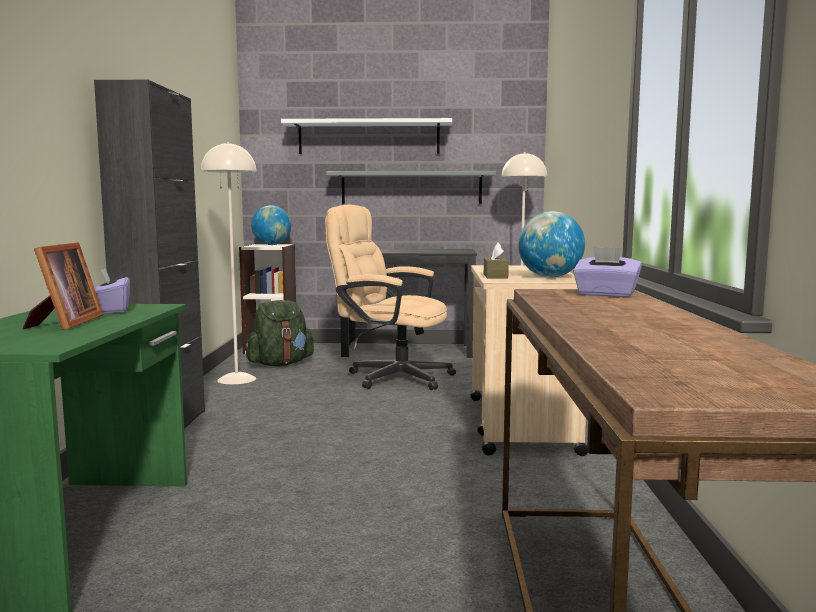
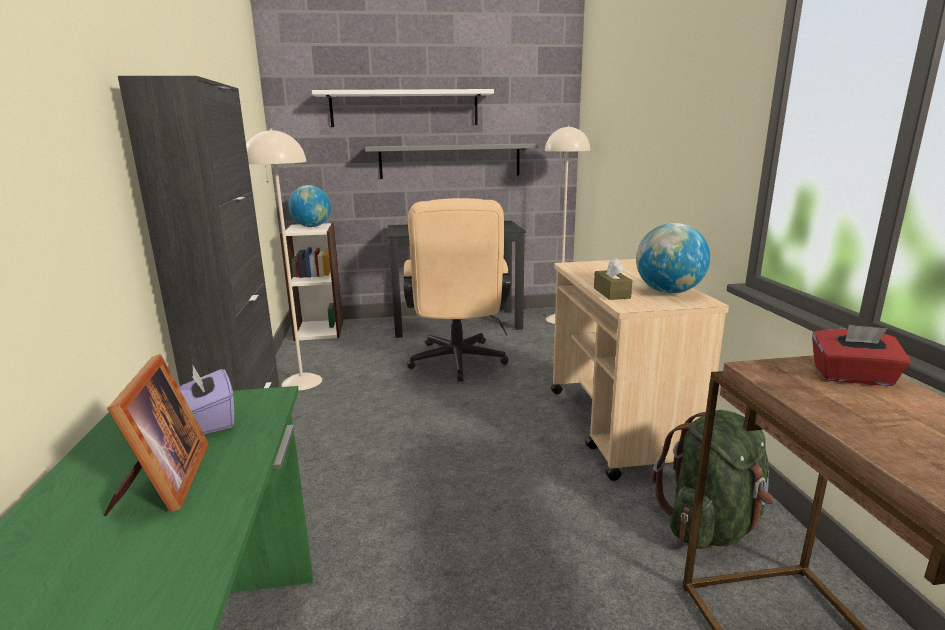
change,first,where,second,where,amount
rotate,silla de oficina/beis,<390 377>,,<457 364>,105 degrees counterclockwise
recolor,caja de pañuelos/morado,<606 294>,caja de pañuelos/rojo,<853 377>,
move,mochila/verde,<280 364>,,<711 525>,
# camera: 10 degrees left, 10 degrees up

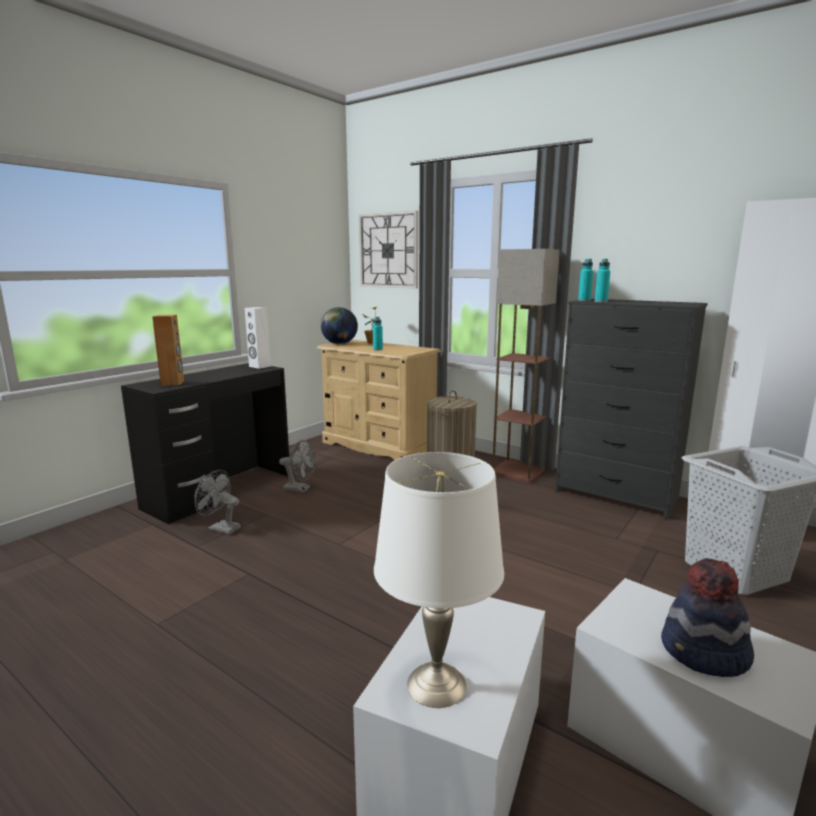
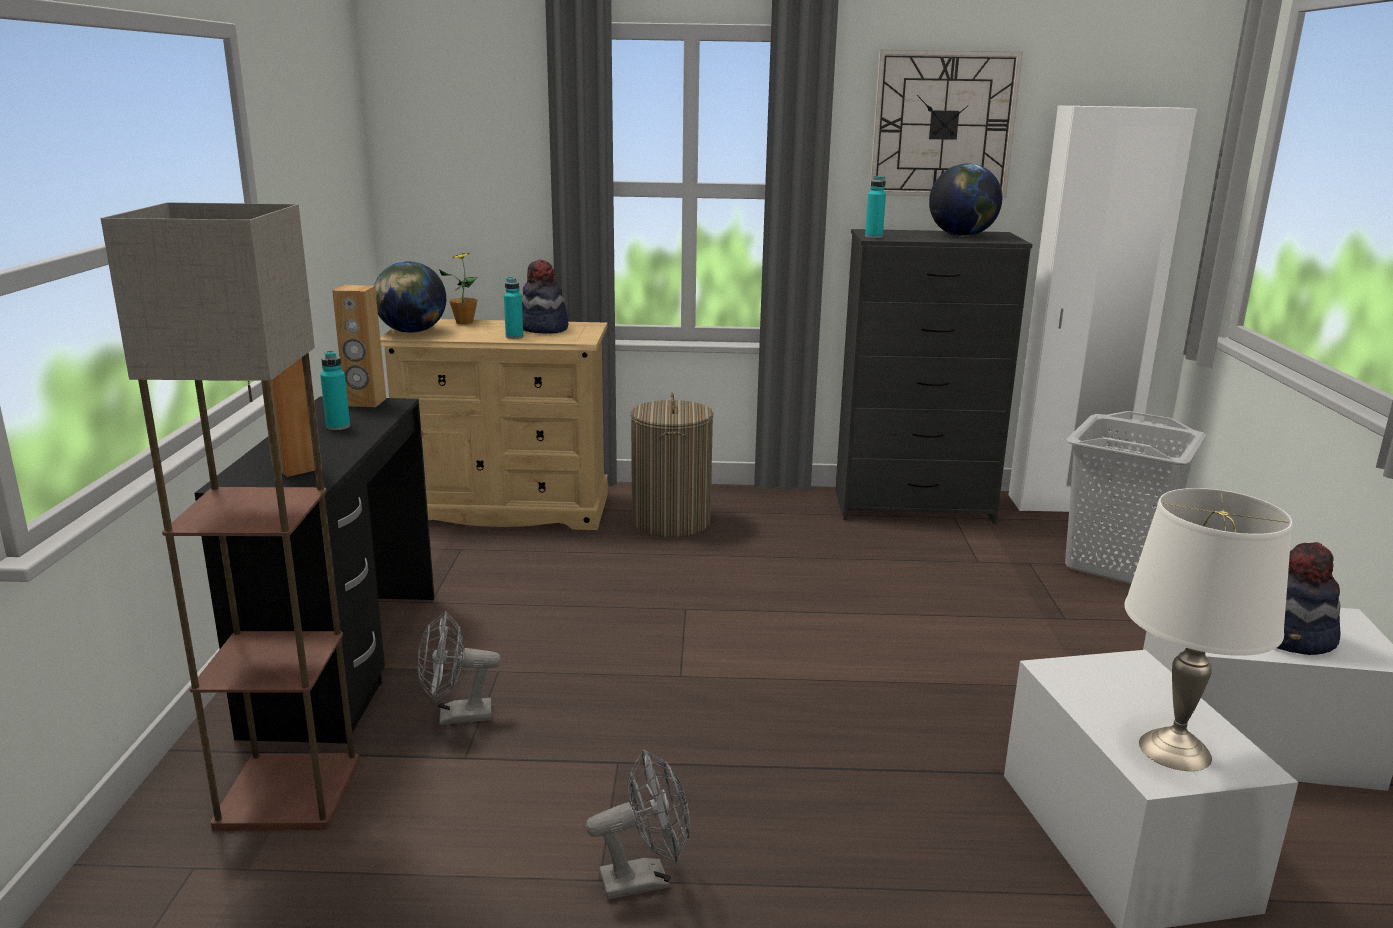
change,first,where,second,where,amount
move,reloj de pared,<388 250>,,<943 124>,
move,lámpara de pie,<518 471>,,<291 792>,
move,botella/turquesa,<601 302>,,<338 427>,
recolor,altavoz/blanco,<259 366>,altavoz/marrón,<365 402>,
move,ventilador/gris,<300 489>,,<645 879>,
insert,,,globo terráqueo,<962 236>,
insert,,,sombrero,<543 329>,
# camera: 35 degrees left, 5 degrees up

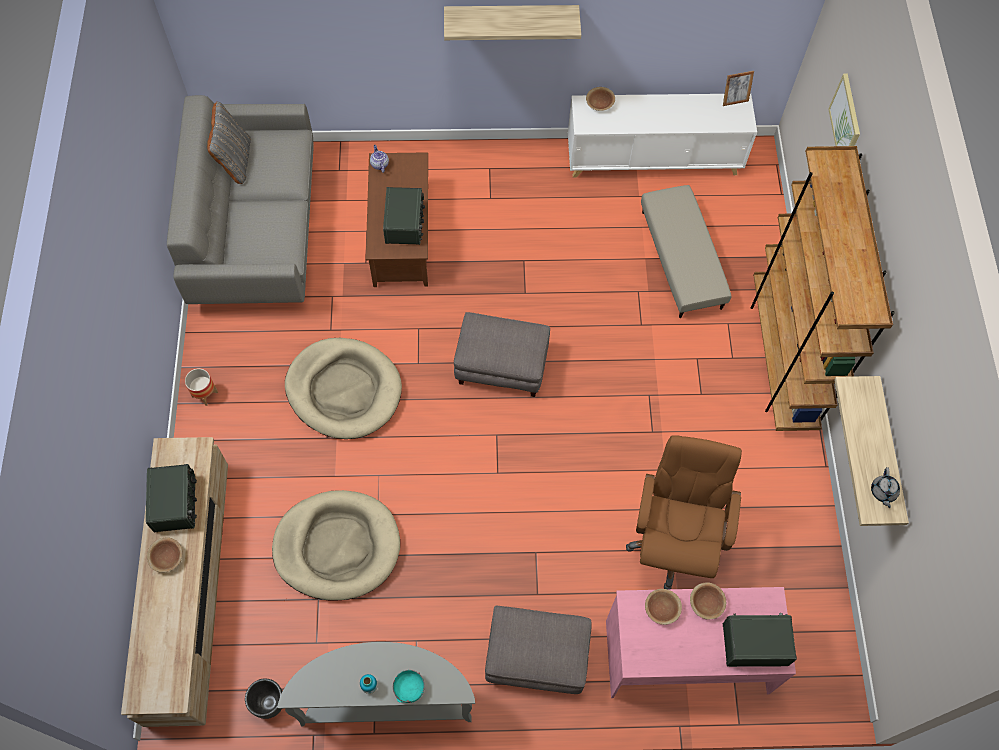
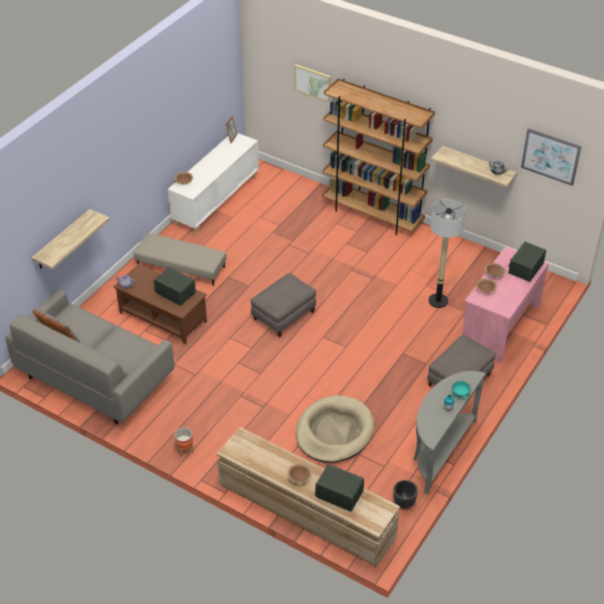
change,first,where,second,where,amount
move,estante,<511 17>,,<62 240>,
move,puf/beis,<682 259>,,<181 266>,
delete,cama para perro/beis,<344 390>,,,
replace,silla de oficina/marrón,<673 542>,lámpara de pie,<438 301>,
move,radio,<176 503>,,<339 494>,
insert,,,cuadro,<550 156>,
# camera: 55 degrees left, 20 degrees down

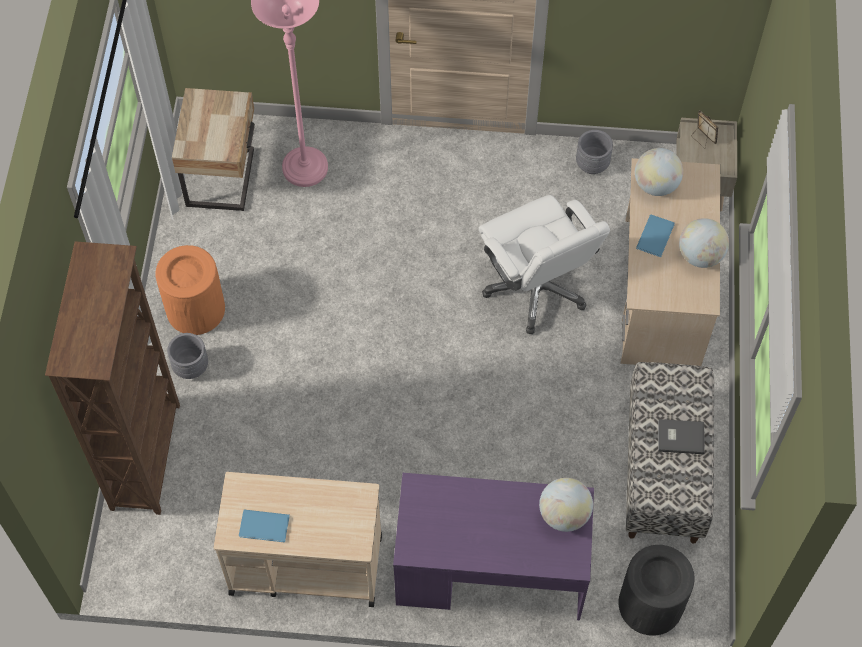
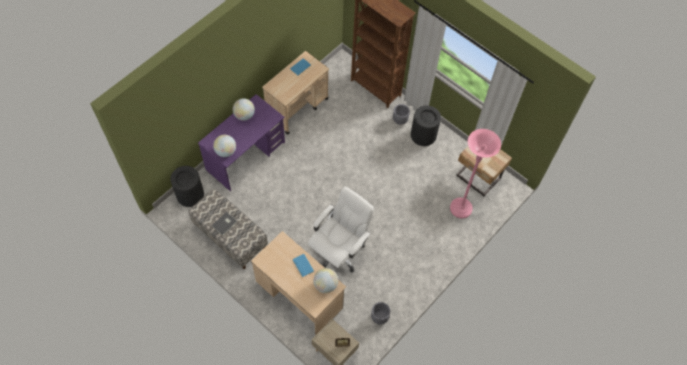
change,first,where,second,where,amount
rotate,silla de oficina/blanco,<536 288>,,<339 251>,120 degrees clockwise
move,globo terráqueo,<700 255>,,<244 115>,
recolor,papelera/naranja,<195 309>,papelera/negro,<423 135>,
# camera: 125 degrees right, 0 degrees up

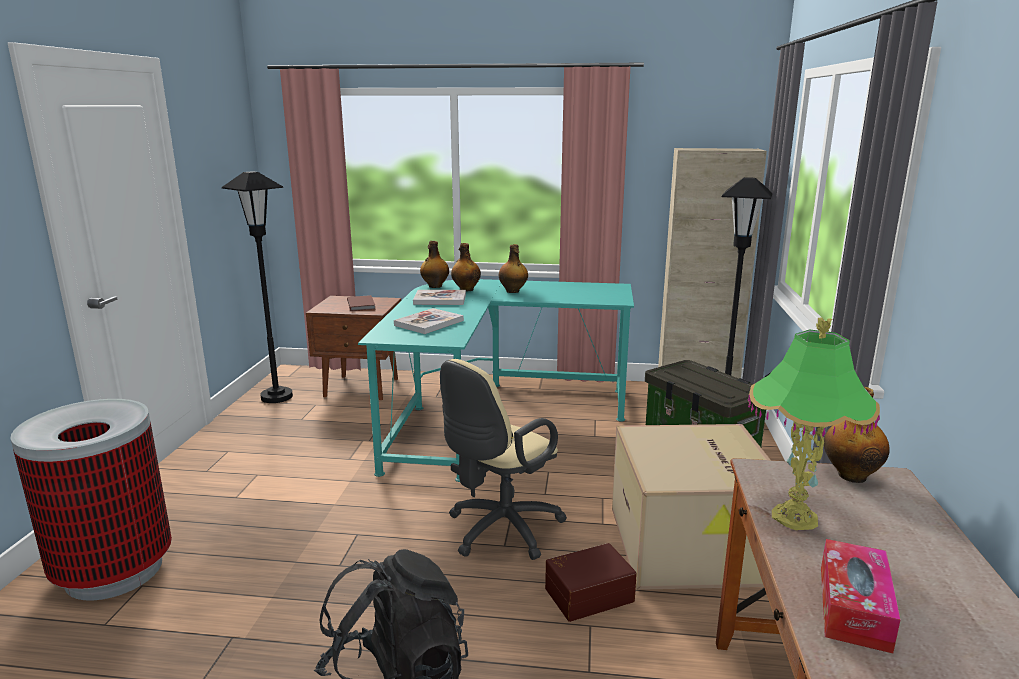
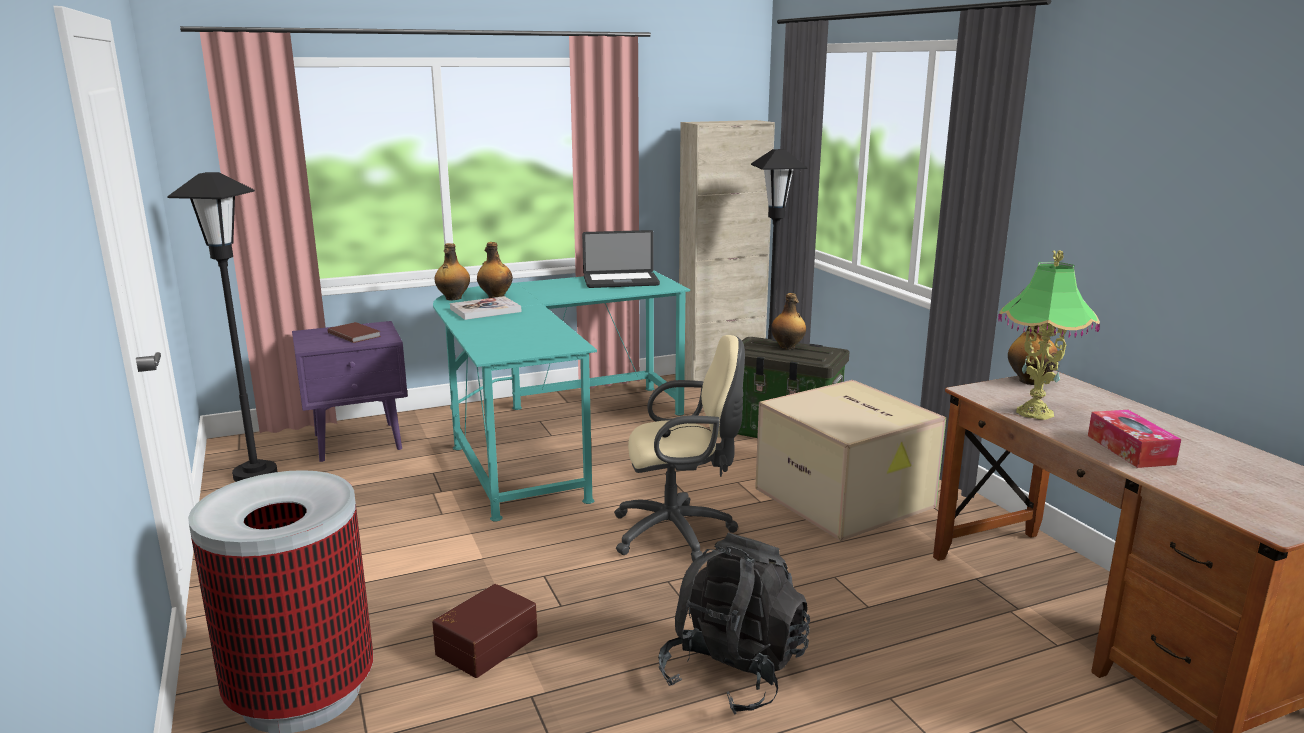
change,first,where,second,where,amount
move,botella,<513 291>,,<787 347>,
recolor,mesita de noche/marrón,<362 388>,mesita de noche/morado,<359 442>,
delete,libro,<429 323>,,,
rotate,silla de oficina/beis,<499 531>,,<679 533>,105 degrees counterclockwise
move,caja de almacenaje/marrón,<588 593>,,<485 644>,
insert,,,portátil,<621 282>,
# camera: 30 degrees left, 0 degrees up

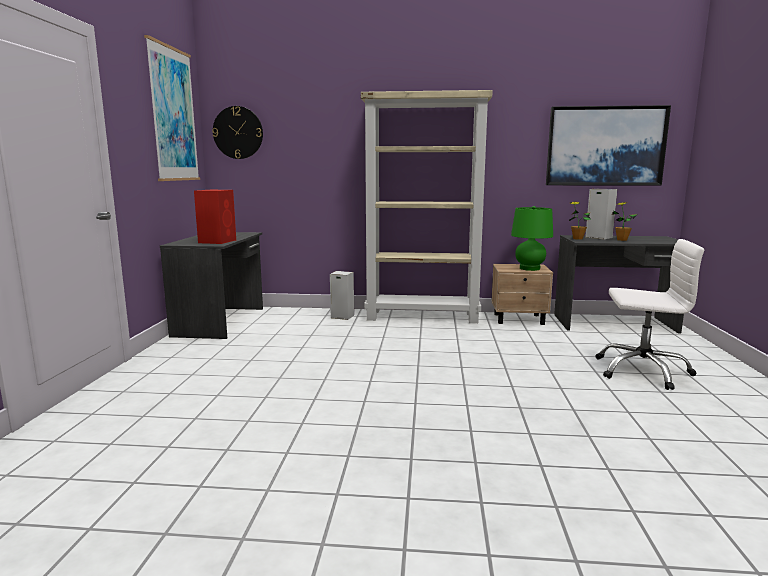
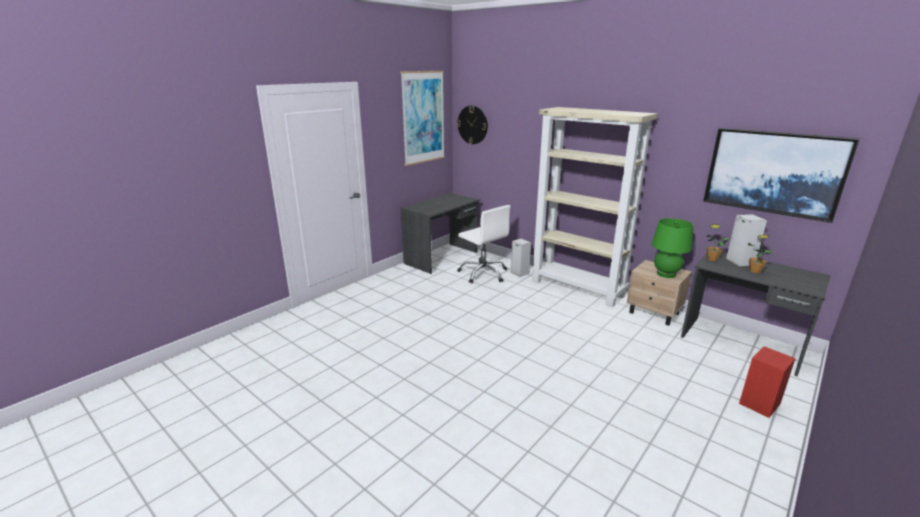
change,first,where,second,where,amount
move,altavoz/rojo,<218 241>,,<760 403>,
move,silla de oficina/blanco,<642 370>,,<483 273>,
# camera: 35 degrees right, 10 degrees up

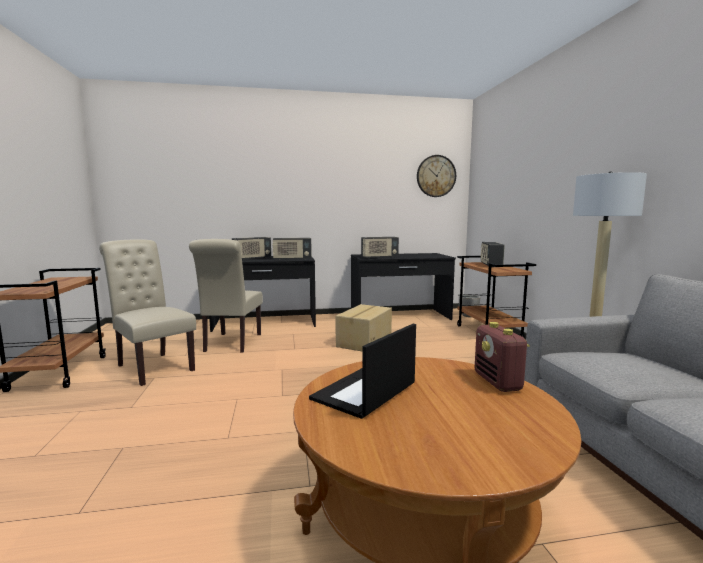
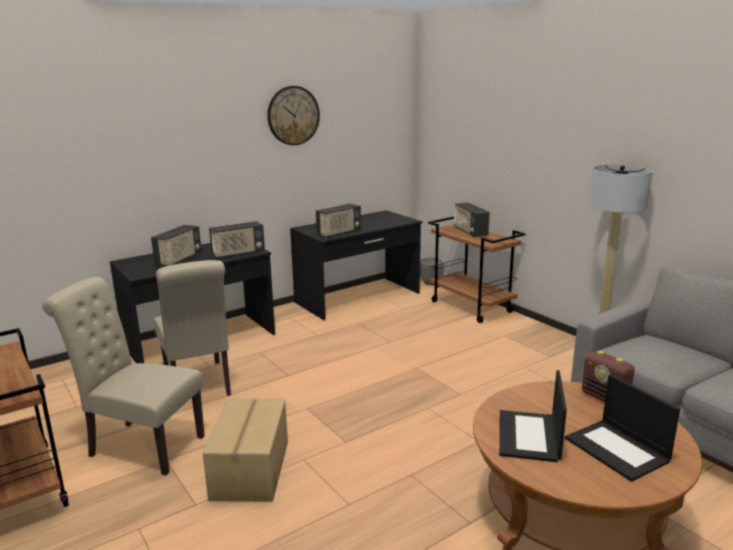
change,first,where,second,where,amount
move,reloj de pared,<436 176>,,<293 115>,
move,caja de cartón,<363 341>,,<249 470>,
insert,,,portátil,<618 450>,
# camera: 25 degrees left, 10 degrees up

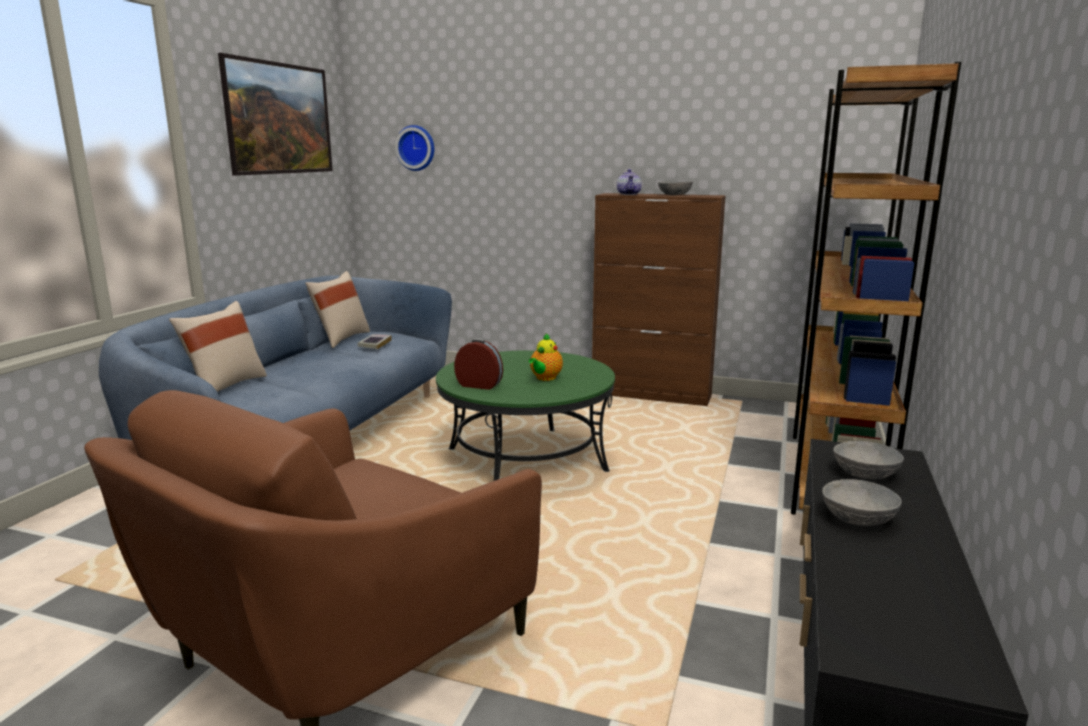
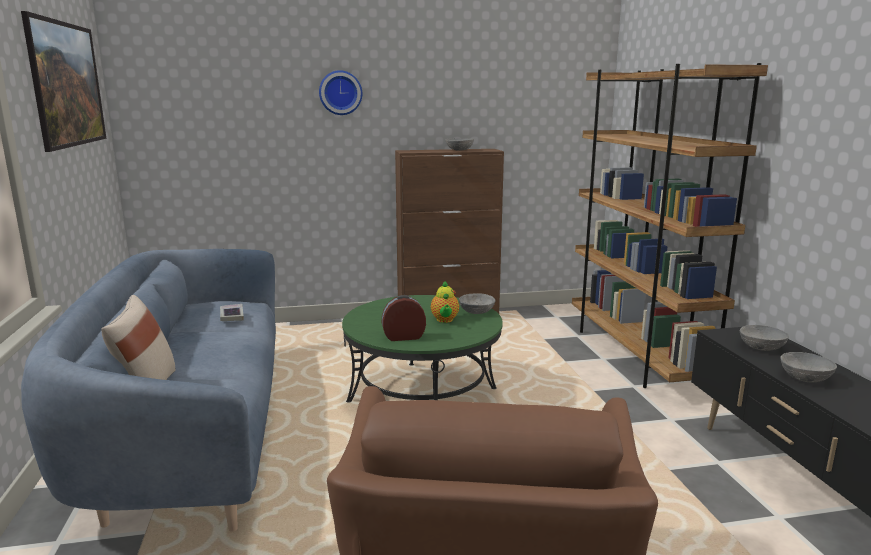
change,first,where,second,where,amount
move,reloj de pared,<416 148>,,<340 93>,
delete,tetera,<629 194>,,,
delete,cojín/beis,<341 339>,,,
insert,,,cuenco/gris,<476 311>,
# camera: 30 degrees left, 0 degrees up

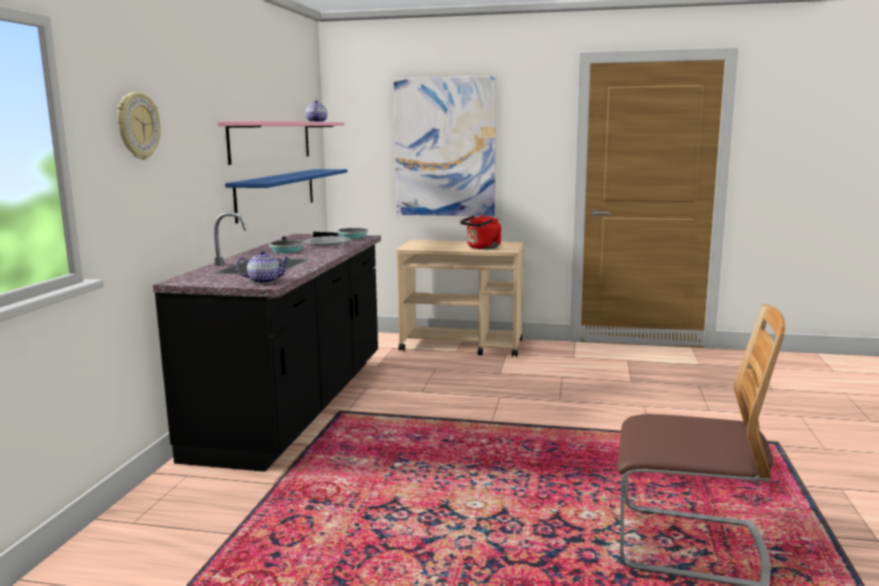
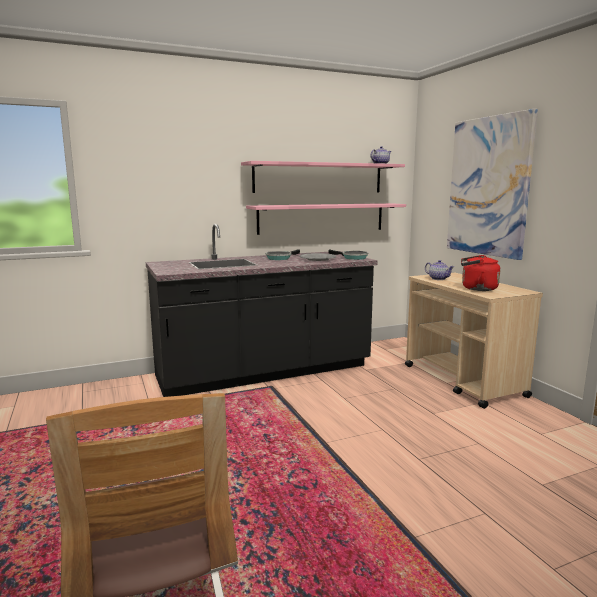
change,first,where,second,where,amount
delete,reloj de pared,<137 126>,,,
recolor,estante/azul,<277 193>,estante/rosa,<322 218>,
move,tetera,<264 281>,,<438 279>,
# camera: 55 degrees right, 0 degrees up

